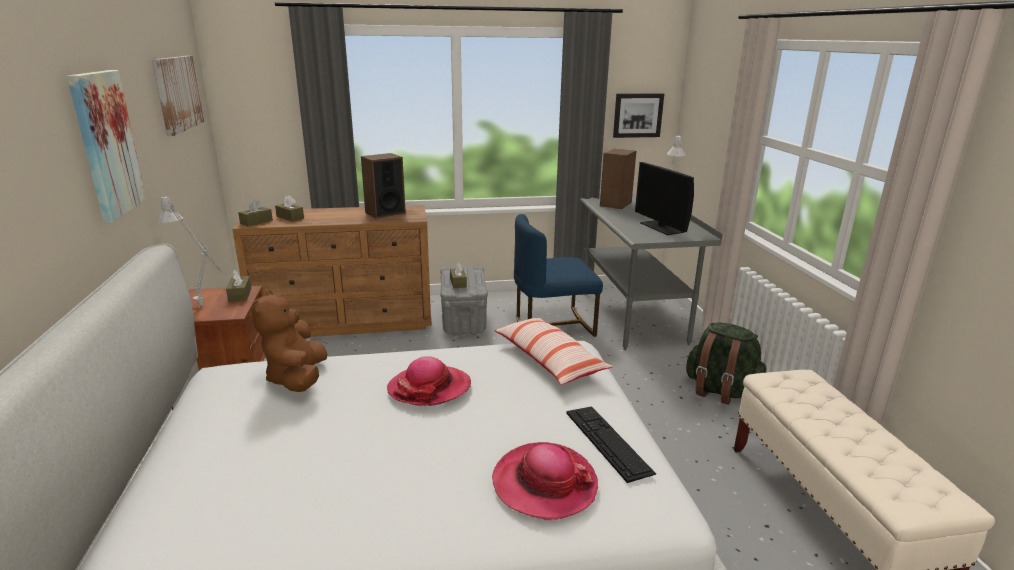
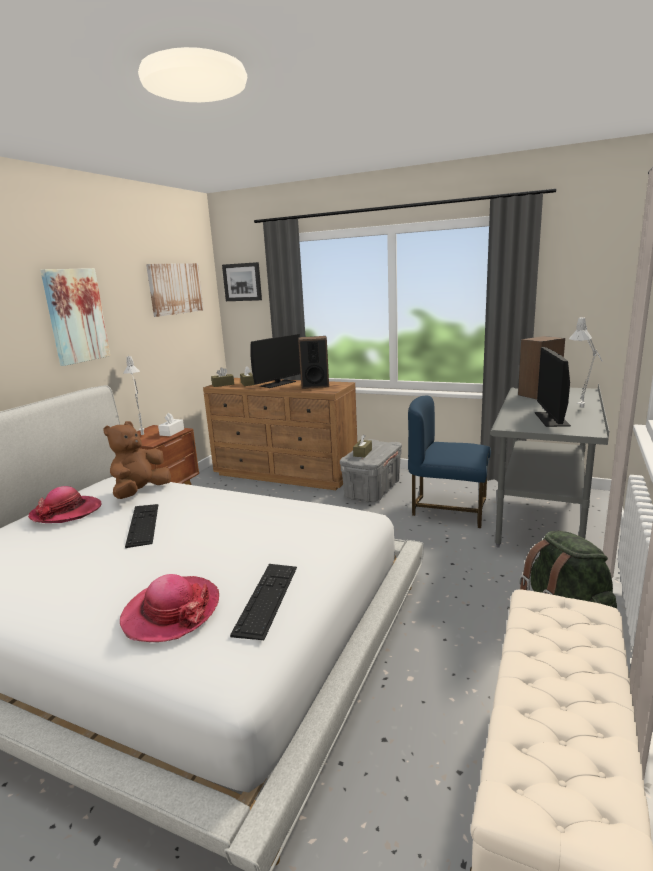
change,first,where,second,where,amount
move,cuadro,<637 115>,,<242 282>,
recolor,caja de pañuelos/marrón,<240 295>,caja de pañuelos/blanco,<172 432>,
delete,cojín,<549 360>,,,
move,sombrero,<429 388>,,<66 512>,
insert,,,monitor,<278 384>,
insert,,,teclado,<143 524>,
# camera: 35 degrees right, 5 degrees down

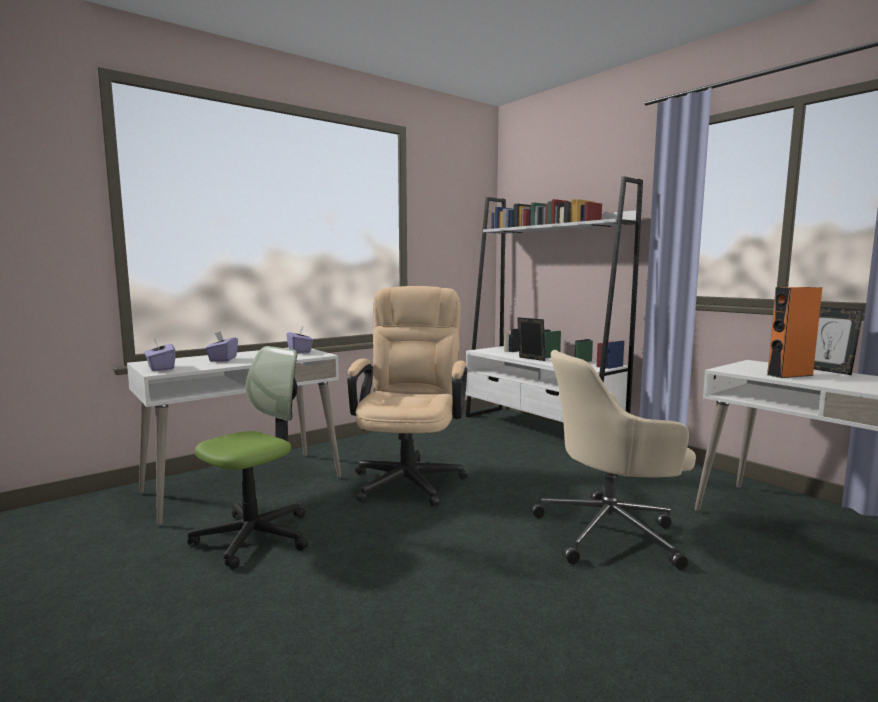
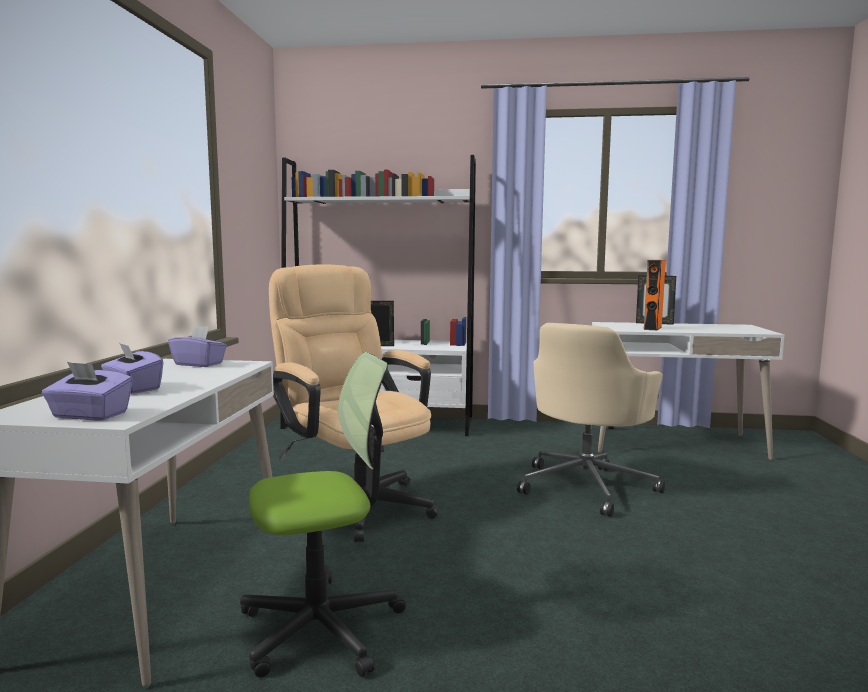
change,first,where,second,where,amount
rotate,silla de oficina,<254 537>,,<321 627>,75 degrees clockwise
# camera: 45 degrees left, 0 degrees up

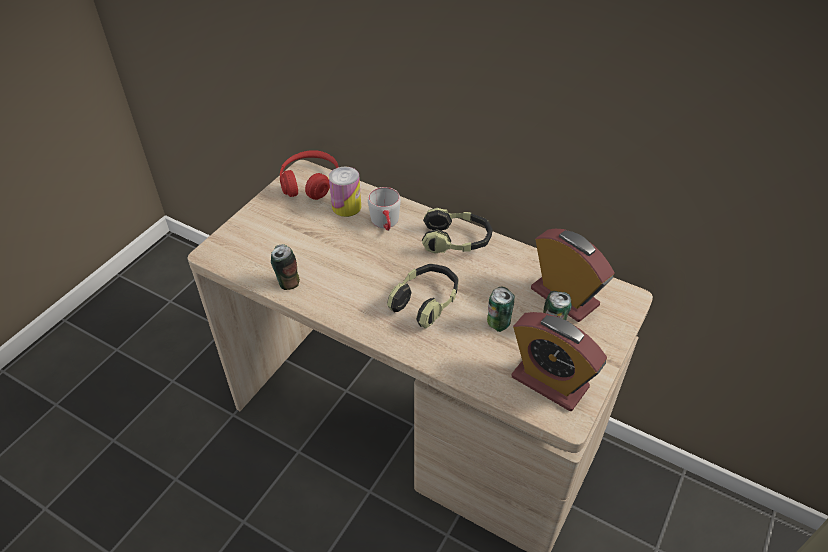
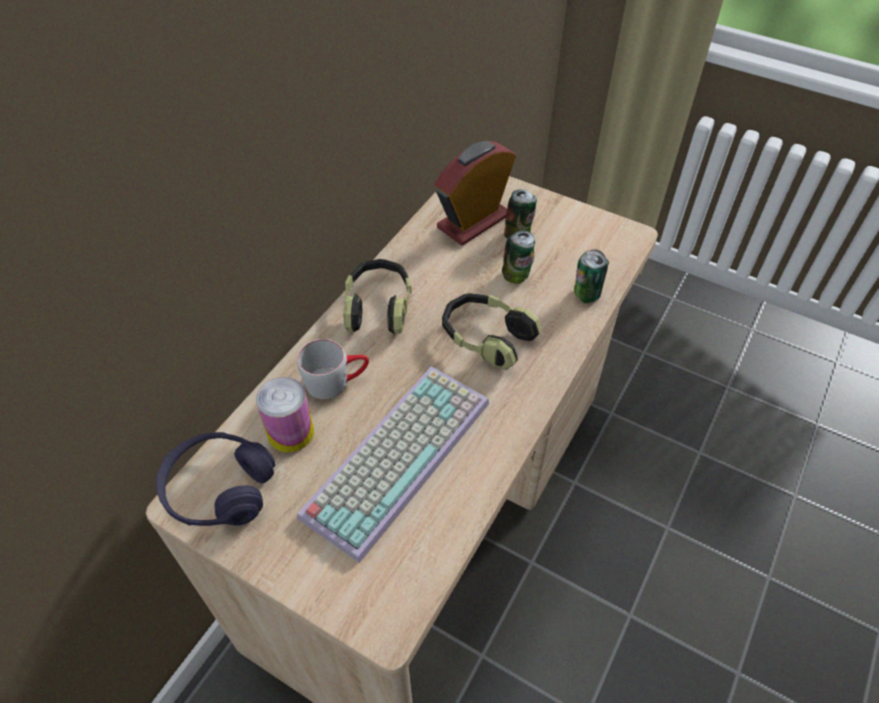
change,first,where,second,where,amount
recolor,auriculares/rojo,<310 183>,auriculares/morado,<219 489>,
move,lata,<287 282>,,<586 295>,
delete,despertador,<549 382>,,,
insert,,,teclado,<396 453>,
# camera: 90 degrees left, 5 degrees up

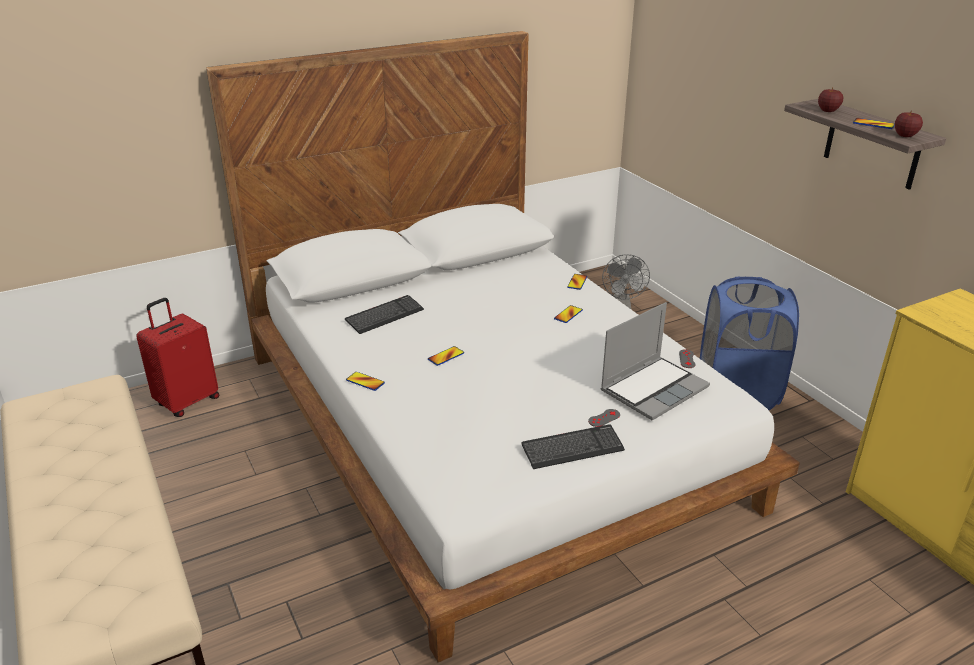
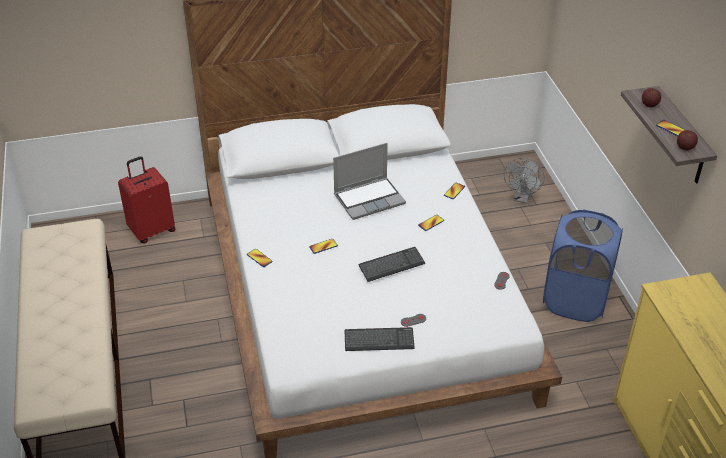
change,first,where,second,where,amount
move,teclado,<384 316>,,<391 265>,
move,portátil,<654 388>,,<369 199>,
# camera: 15 degrees right, 10 degrees up

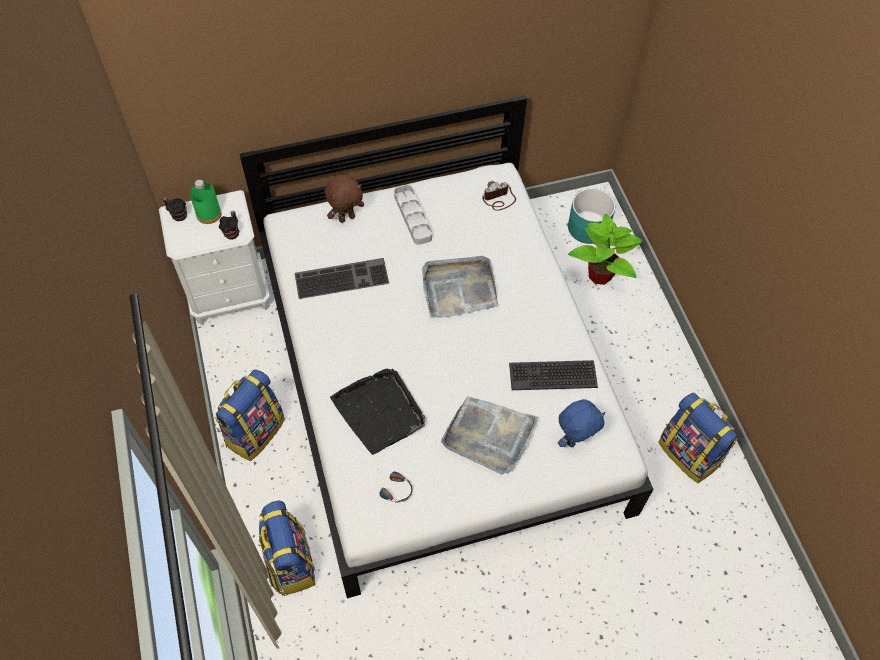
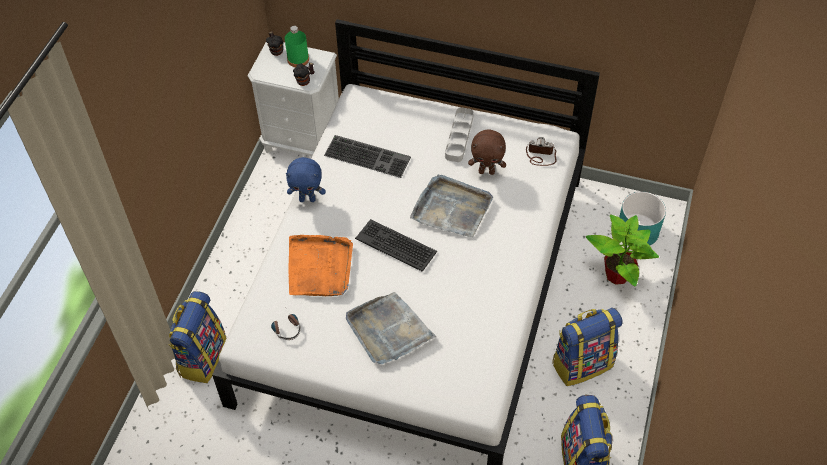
change,first,where,second,where,amount
move,peluche/marrón,<346 217>,,<486 171>,
move,teclado,<553 375>,,<396 245>,
move,mochila,<254 431>,,<582 363>,
recolor,bandeja/negro,<380 412>,bandeja/naranja,<319 267>,
move,peluche/azul,<575 439>,,<307 199>,
# camera: 35 degrees right, 5 degrees down

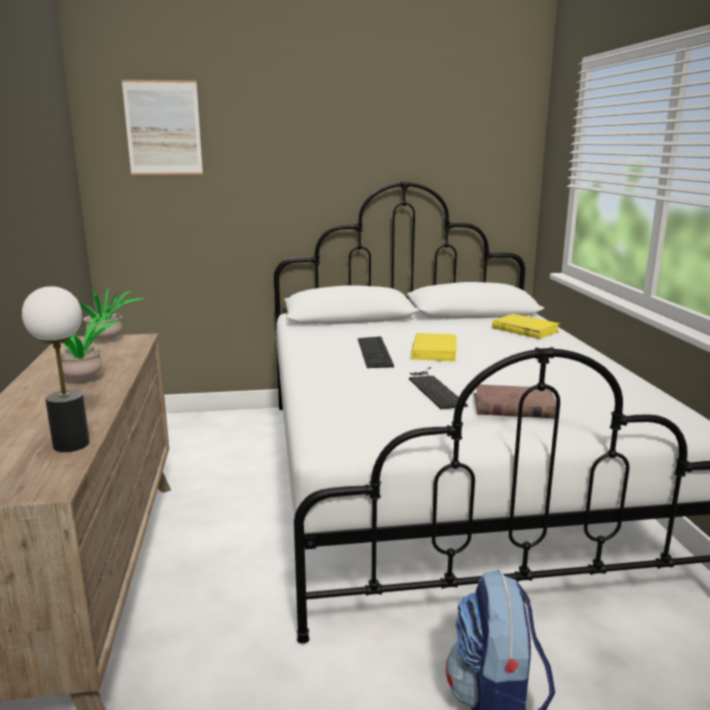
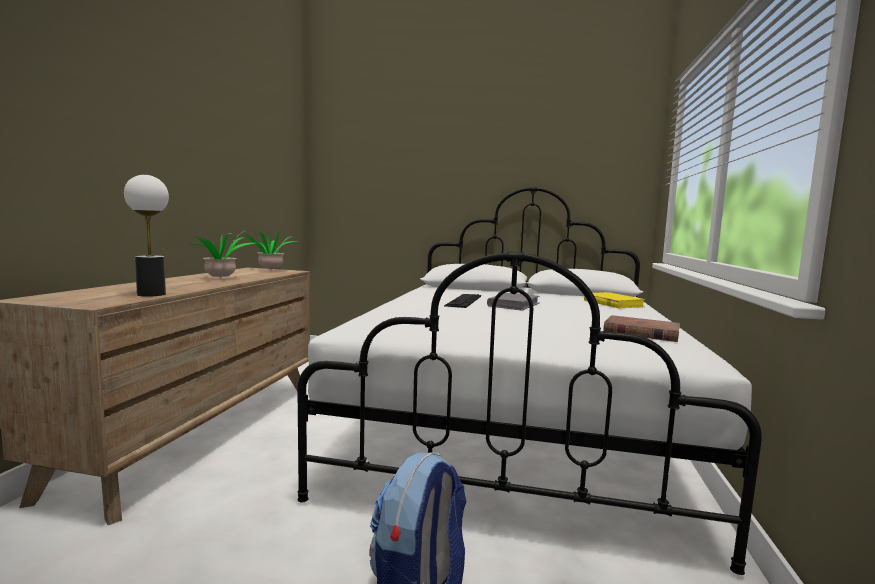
change,first,where,second,where,amount
delete,cuadro,<163 128>,,,
recolor,libro/amarillo,<434 351>,libro/gris,<513 305>,
delete,teclado,<434 388>,,,
move,libro/marrón,<513 406>,,<640 333>,
# camera: 20 degrees right, 10 degrees down

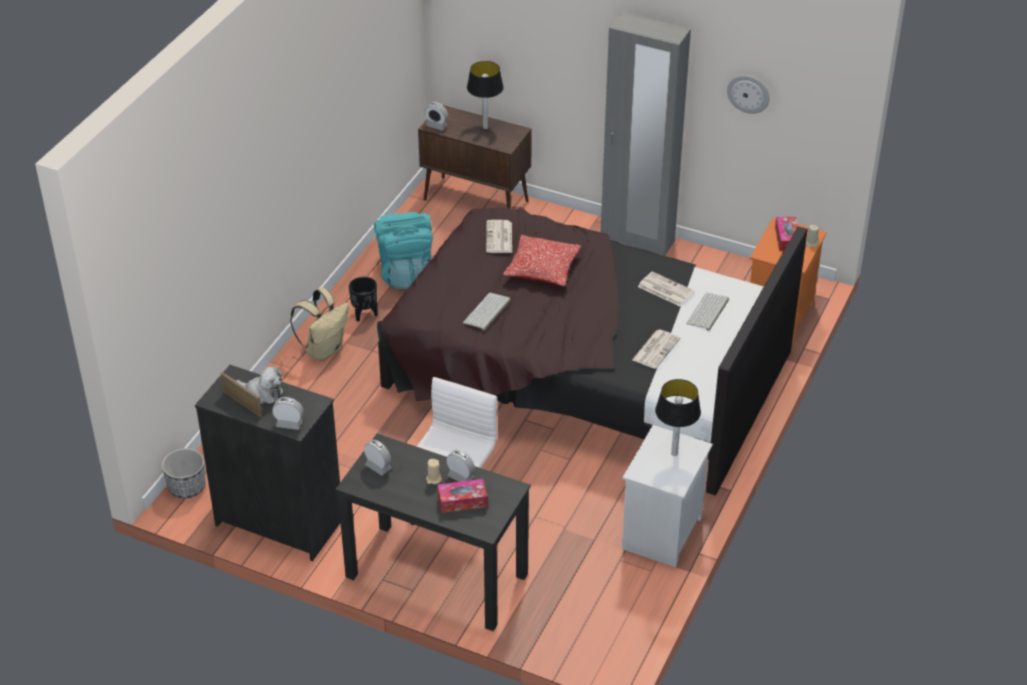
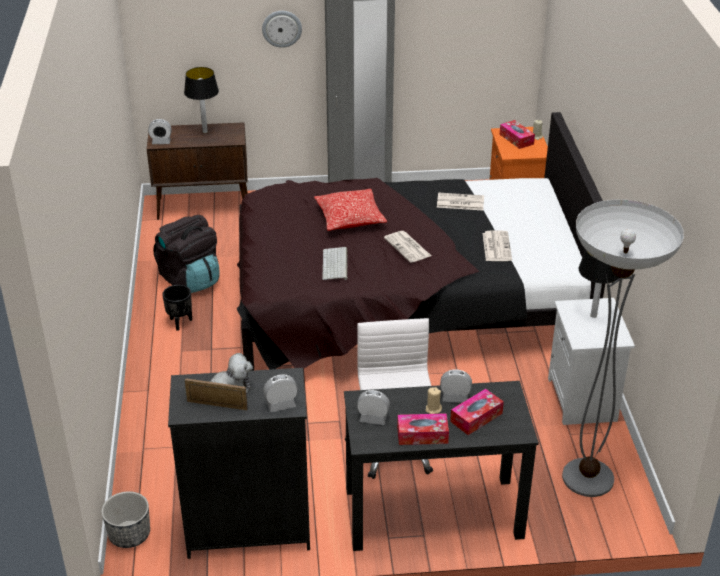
change,first,where,second,where,amount
move,reloj de pared,<748 93>,,<282 28>,
recolor,mochila/turquesa,<406 274>,mochila/negro,<190 279>,
move,periódico,<499 238>,,<408 247>,
delete,mochila/beis,<324 350>,,,
delete,teclado,<708 312>,,,
insert,,,lámpara de pie,<588 478>,
insert,,,caja de pañuelos,<422 435>,
# camera: 30 degrees left, 5 degrees down

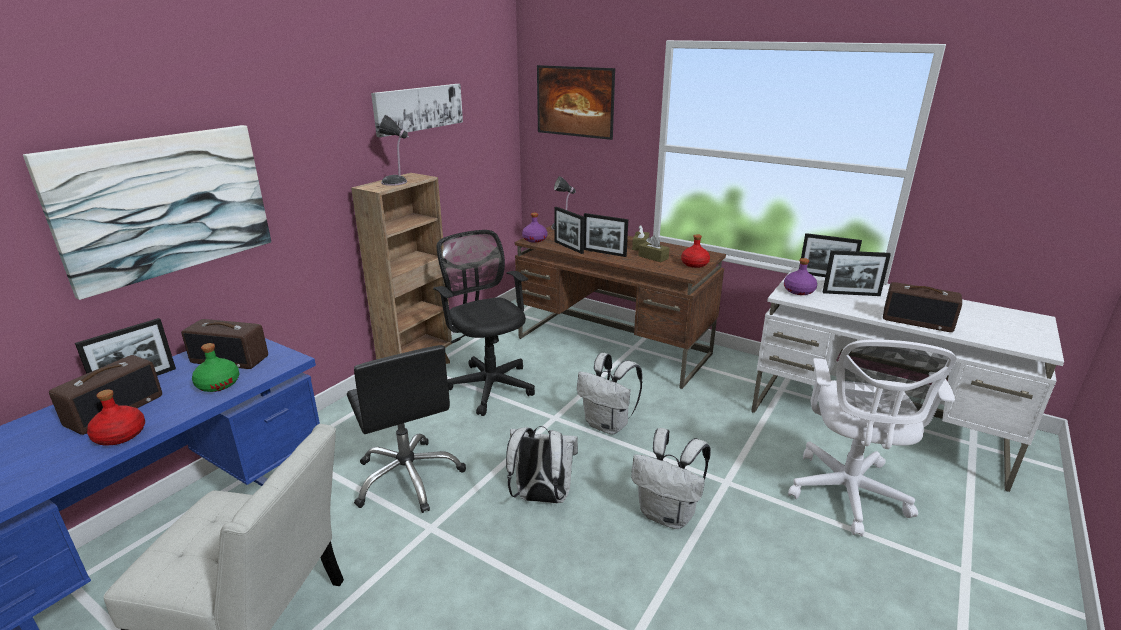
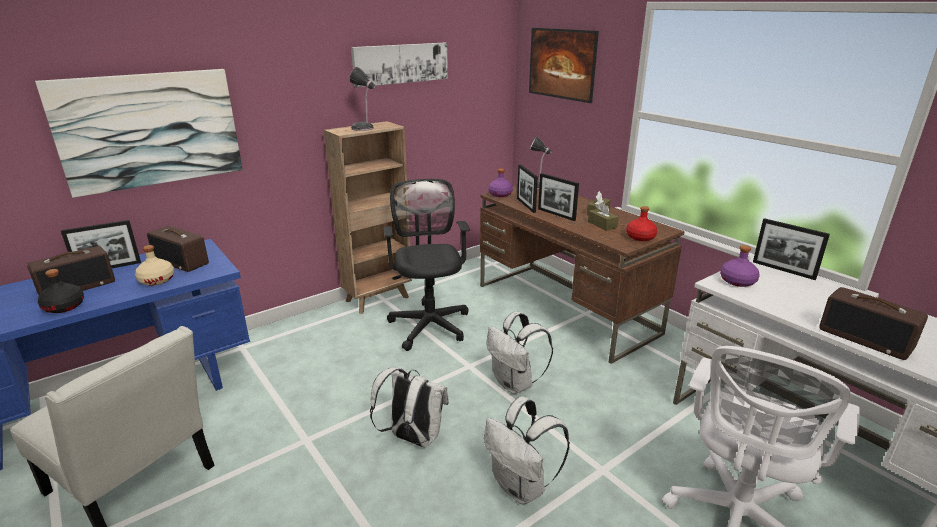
change,first,where,second,where,amount
delete,portarretratos,<851 294>,,,
recolor,botella/verde,<218 384>,botella/beis,<157 280>,
delete,silla de oficina/negro,<408 477>,,,
recolor,botella/rojo,<120 435>,botella/negro,<64 306>,
# camera: 20 degrees right, 0 degrees up

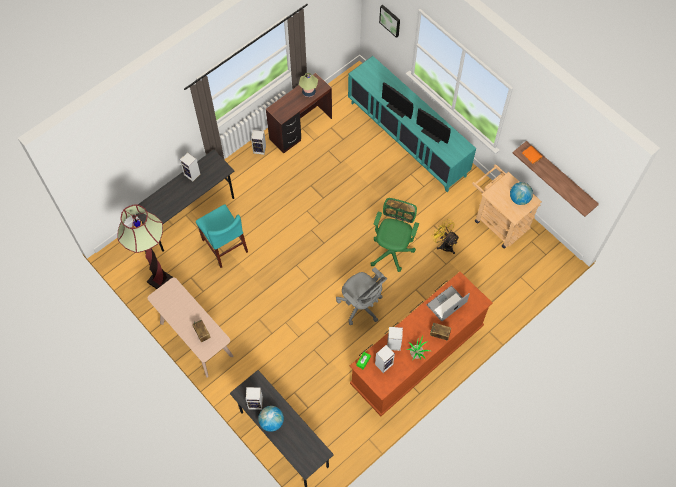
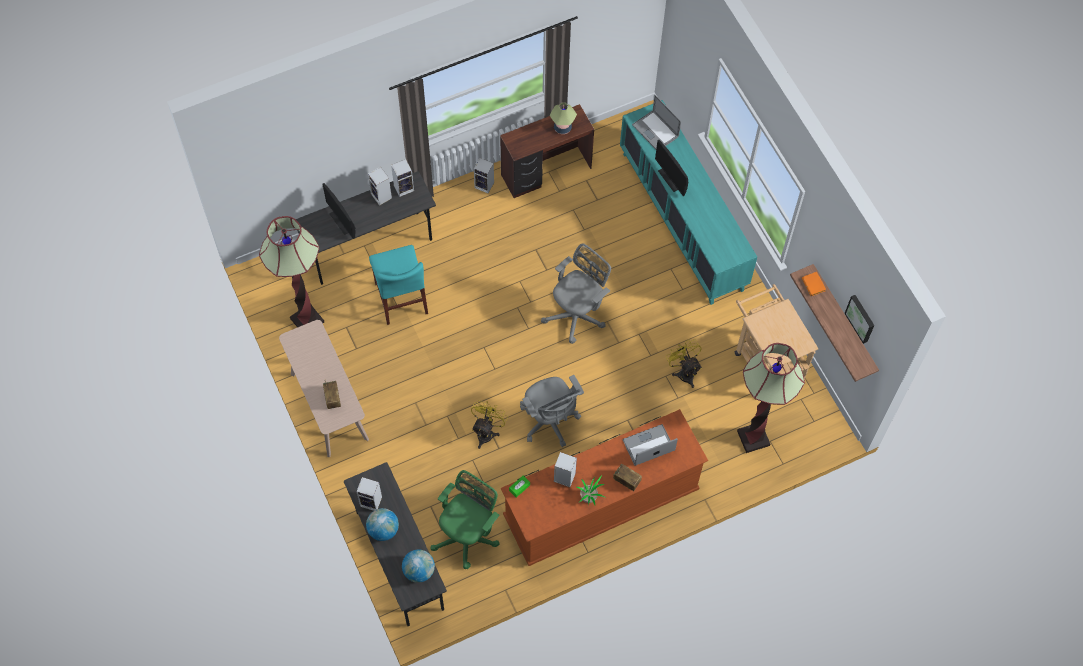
change,first,where,second,where,amount
move,cuadro,<390 20>,,<861 318>,
move,monitor,<432 134>,,<342 221>,
move,globo terráqueo,<519 199>,,<419 571>,
move,silla de oficina/verde,<392 250>,,<468 535>,
move,altavoz,<384 363>,,<404 187>,
insert,,,portátil,<655 130>,
insert,,,silla de oficina/gris,<577 314>,
insert,,,lámpara de pie,<753 438>,
insert,,,ventilador/amarillo,<486 432>,
# camera: 15 degrees right, 0 degrees up

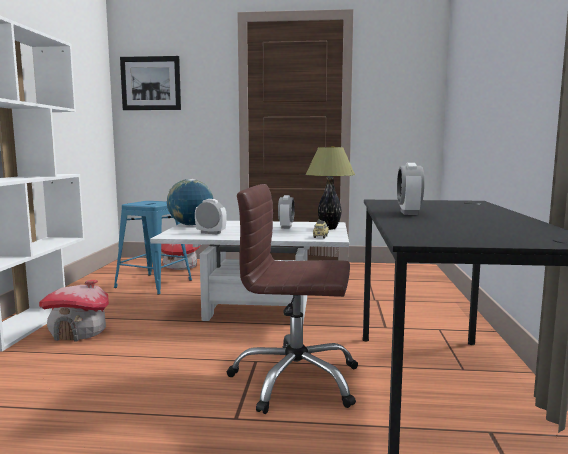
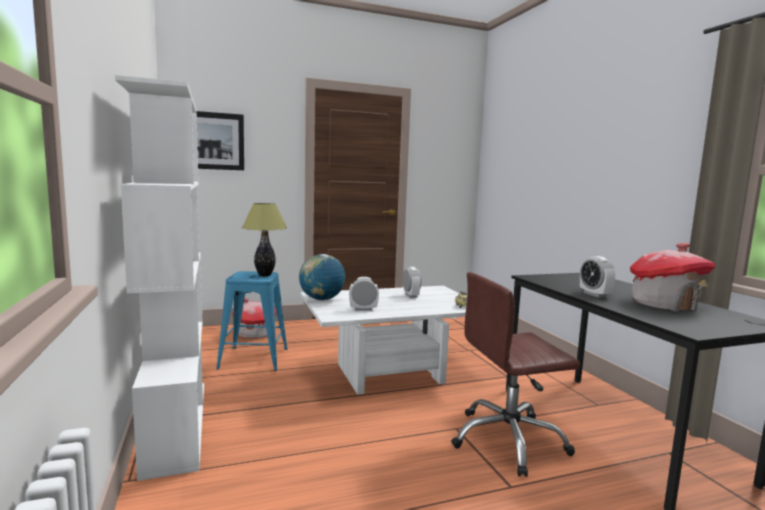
change,first,where,second,where,amount
move,lámpara de mesa,<329 228>,,<264 275>,
move,casita,<79 333>,,<664 304>,
# camera: 25 degrees left, 0 degrees up

